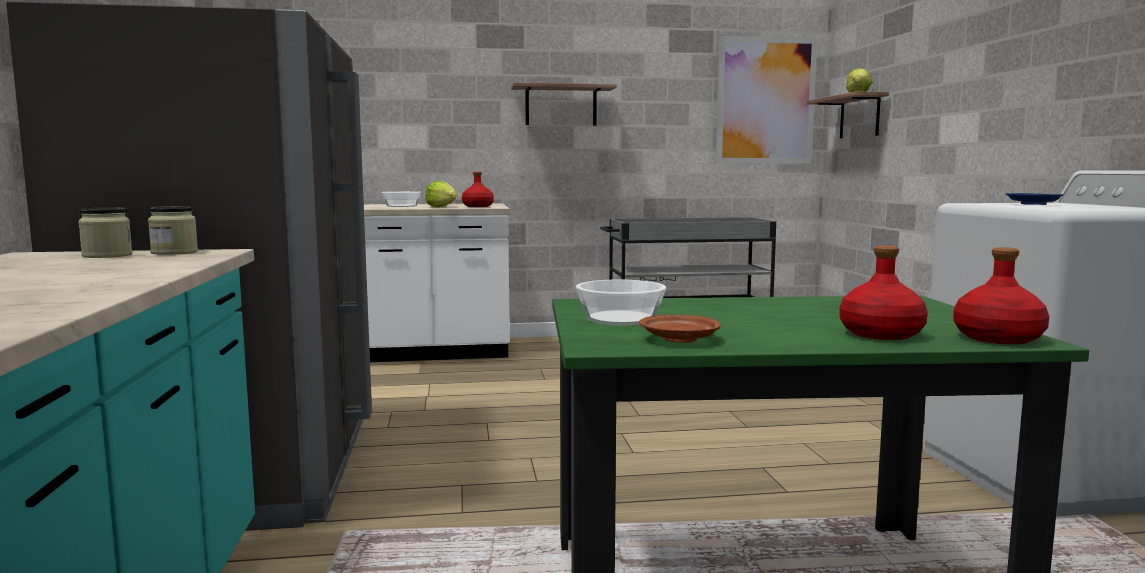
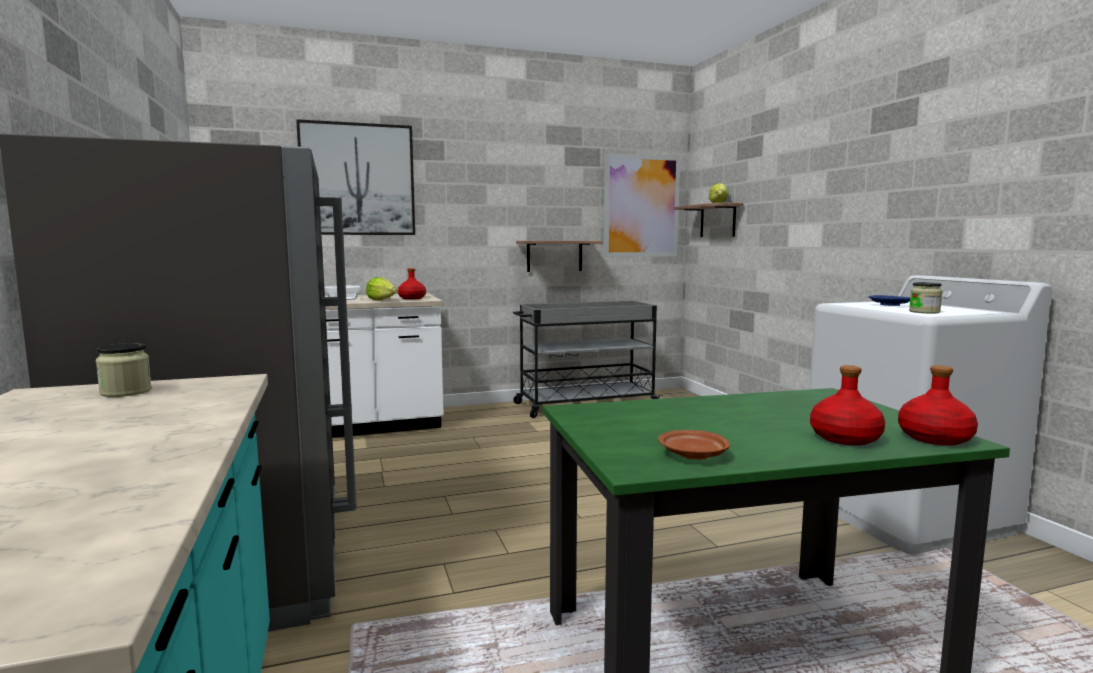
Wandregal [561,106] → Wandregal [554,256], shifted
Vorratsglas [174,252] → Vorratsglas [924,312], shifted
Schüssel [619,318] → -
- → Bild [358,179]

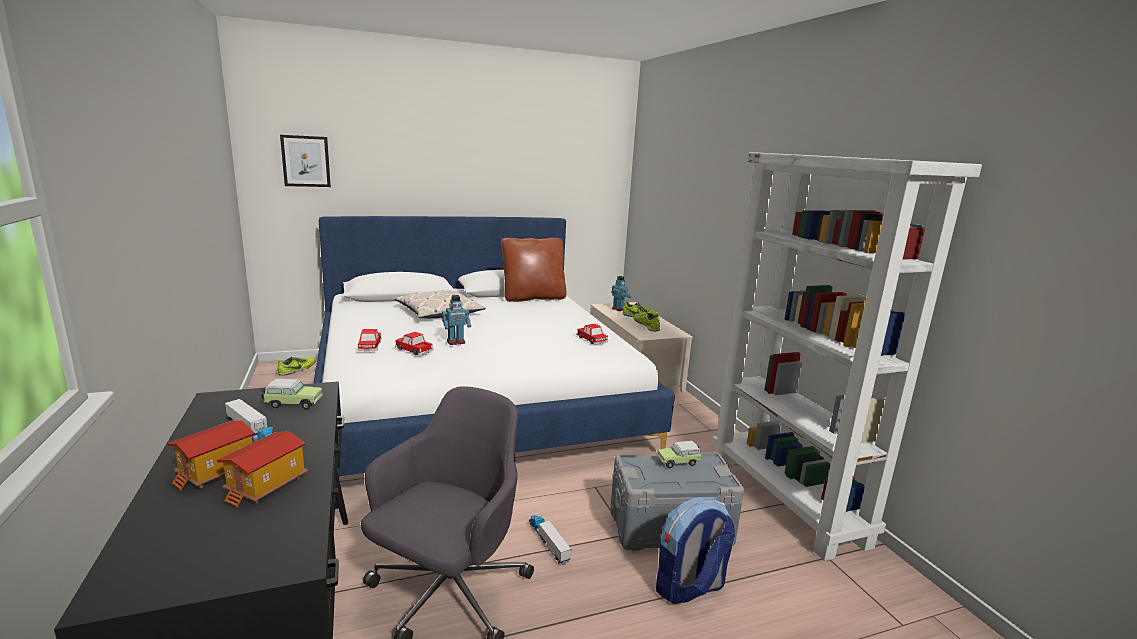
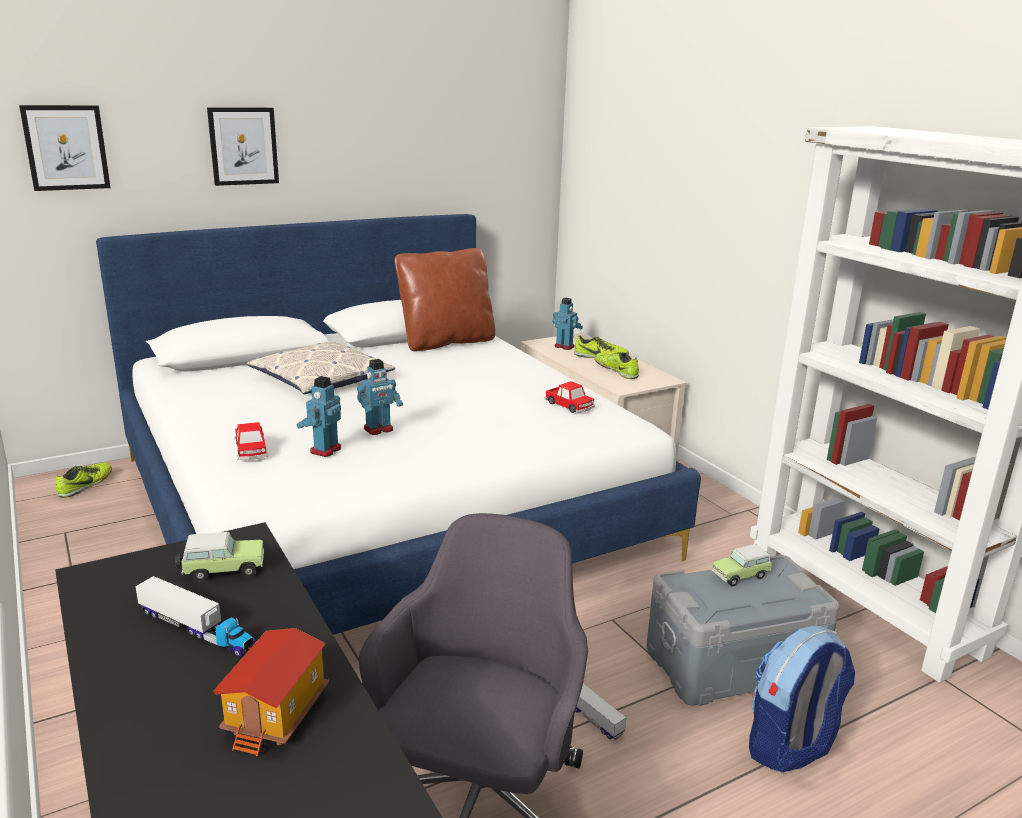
Spielzeugauto [413,350] → Spielzeugroboter [325,450]
Spielzeughaus [217,472] → -
- → Bild [243,146]

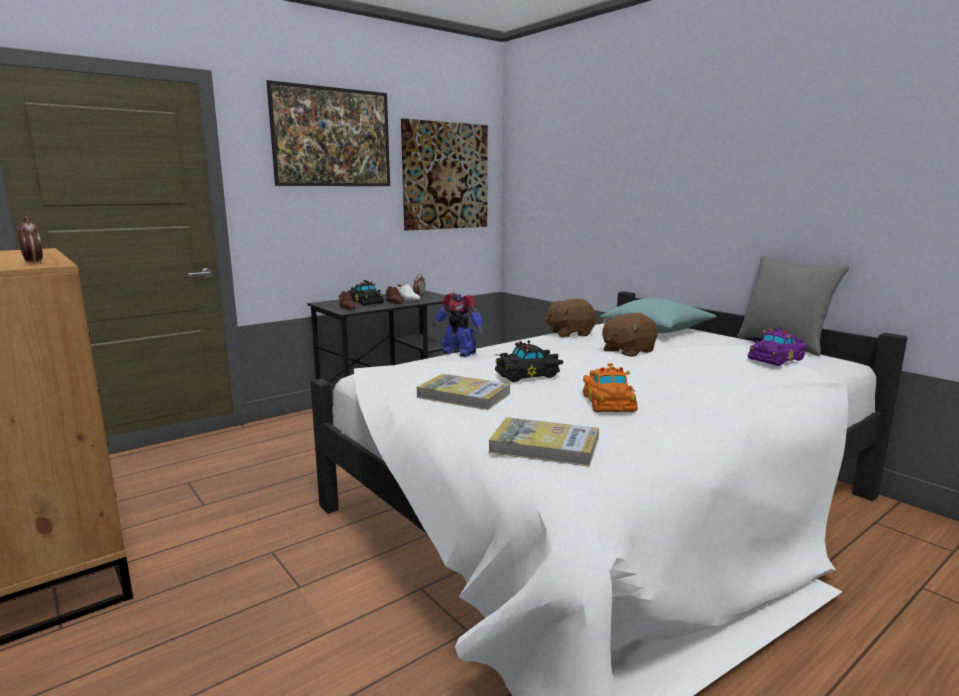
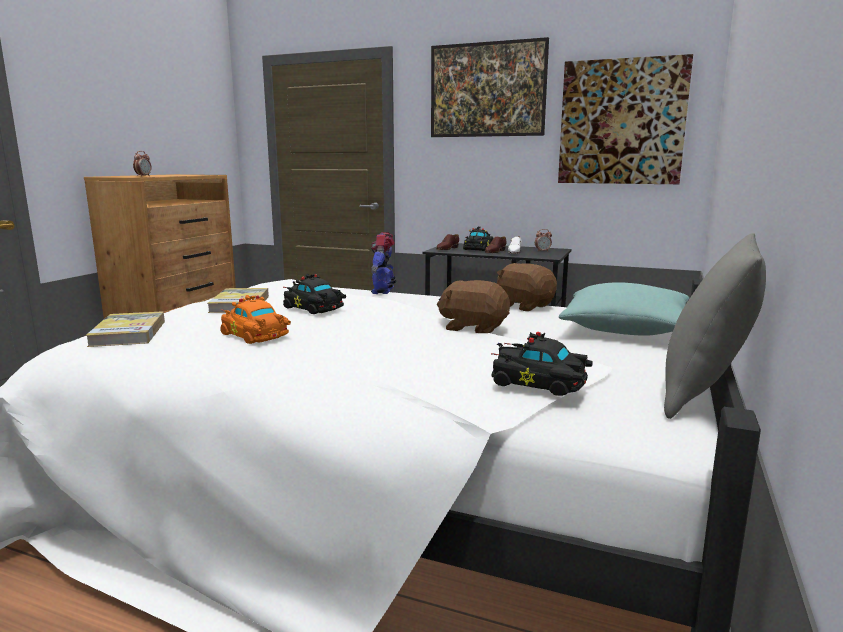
Spielzeugauto [lila] [777,359] → Spielzeugauto [schwarz] [541,384]
Spielzeugauto [orange] [608,402] → Spielzeugauto [orange] [255,336], 75 degrees clockwise

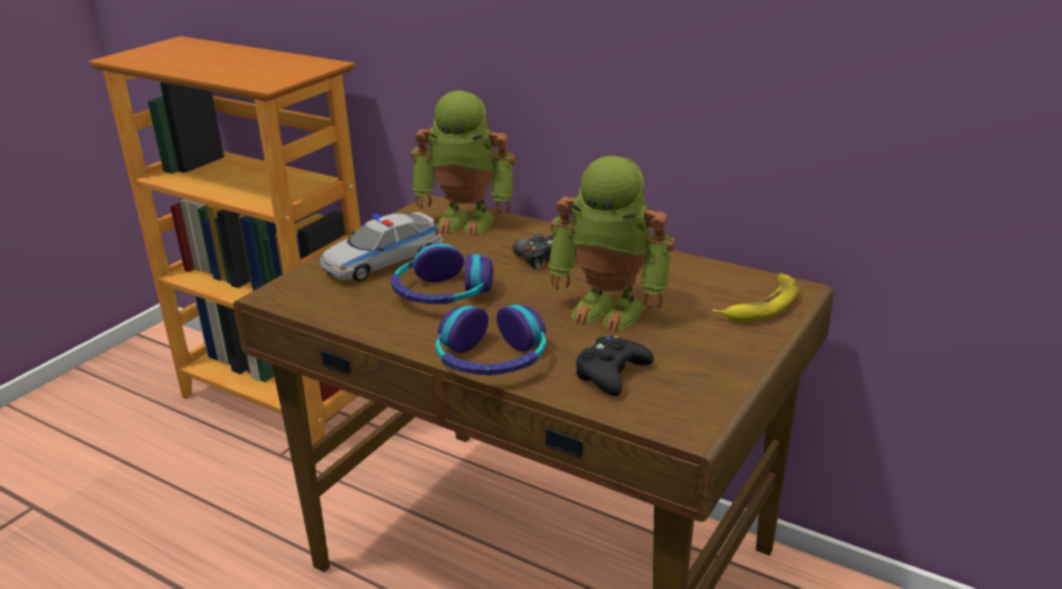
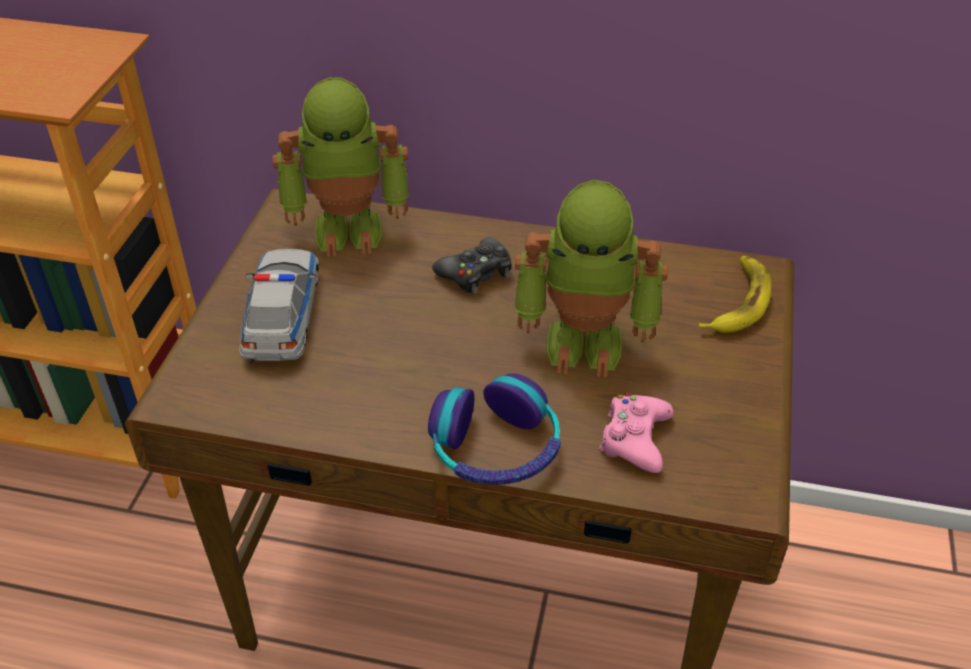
Spielzeugauto [383,261] → Spielzeugauto [282,315], 150 degrees clockwise
Kopfhörer [442,294] → -
Gamepad [schwarz] [611,374] → Gamepad [rosa] [635,439]

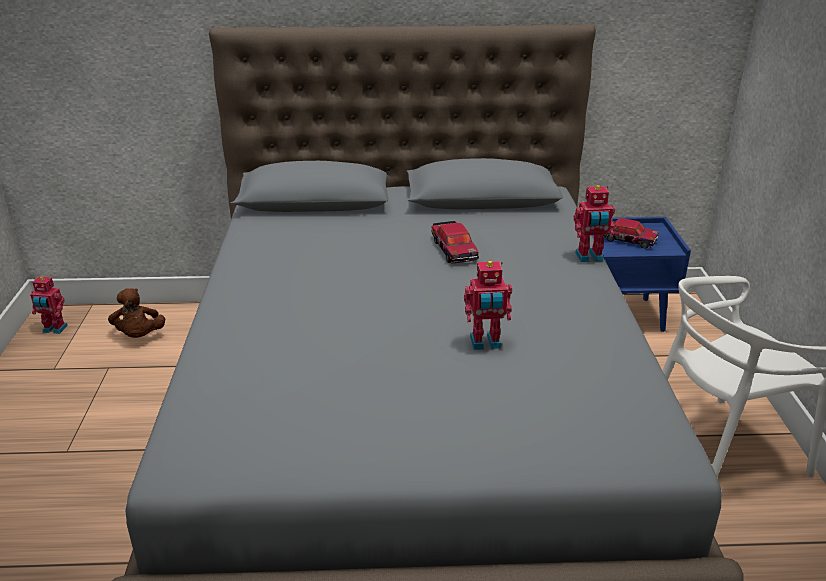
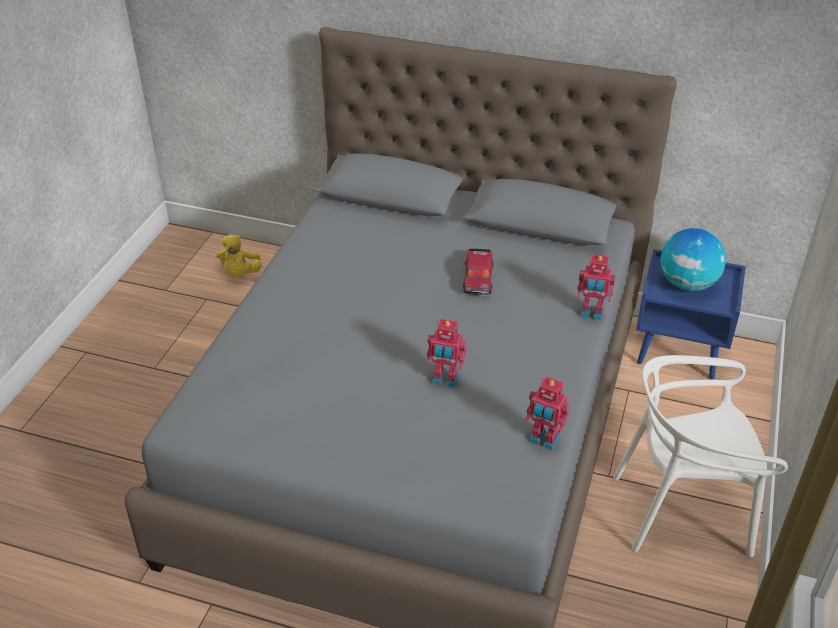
Spielzeugauto [626,239] → Globus [687,284]
Spielzeugroboter [54,329] → Spielzeugroboter [544,440], shifted
Plüschtier [braun] [139,336] → Plüschtier [gelb] [240,273]

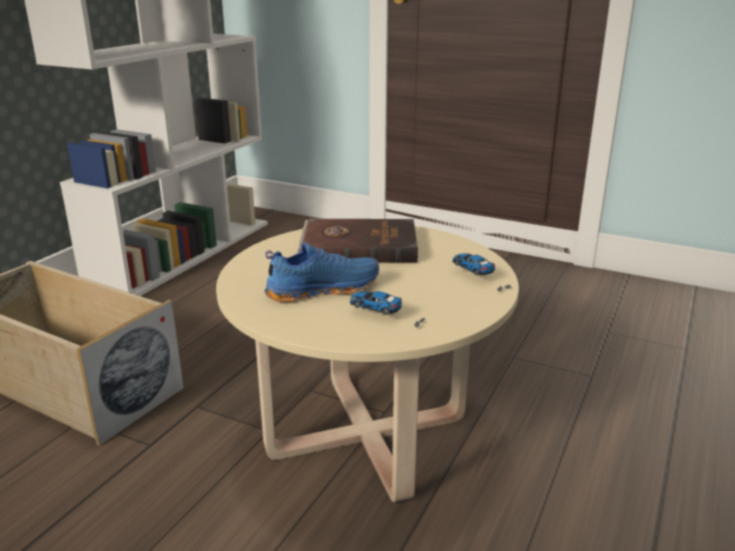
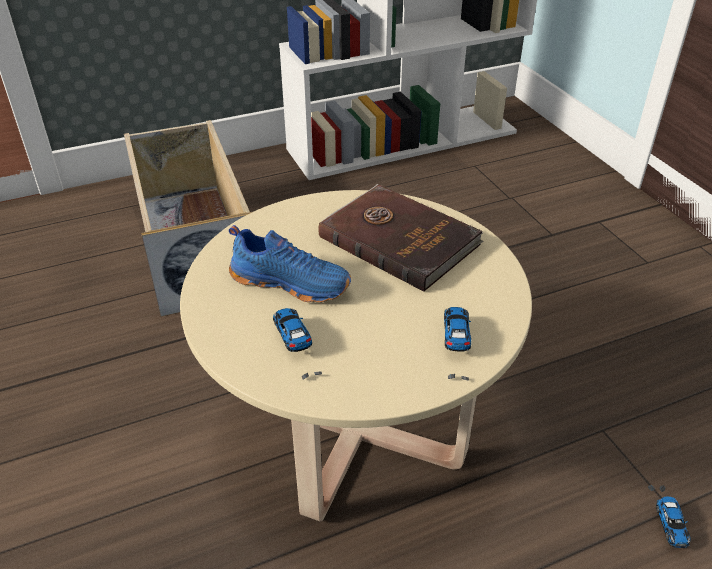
- → Spielzeugauto [665,519]

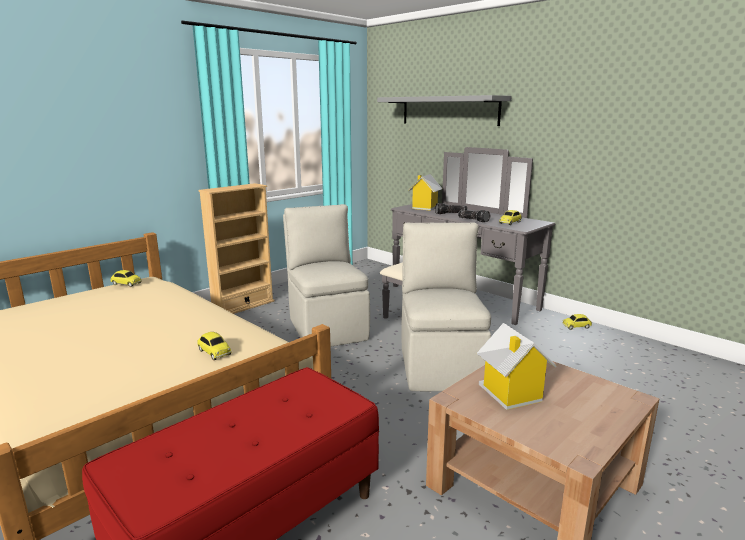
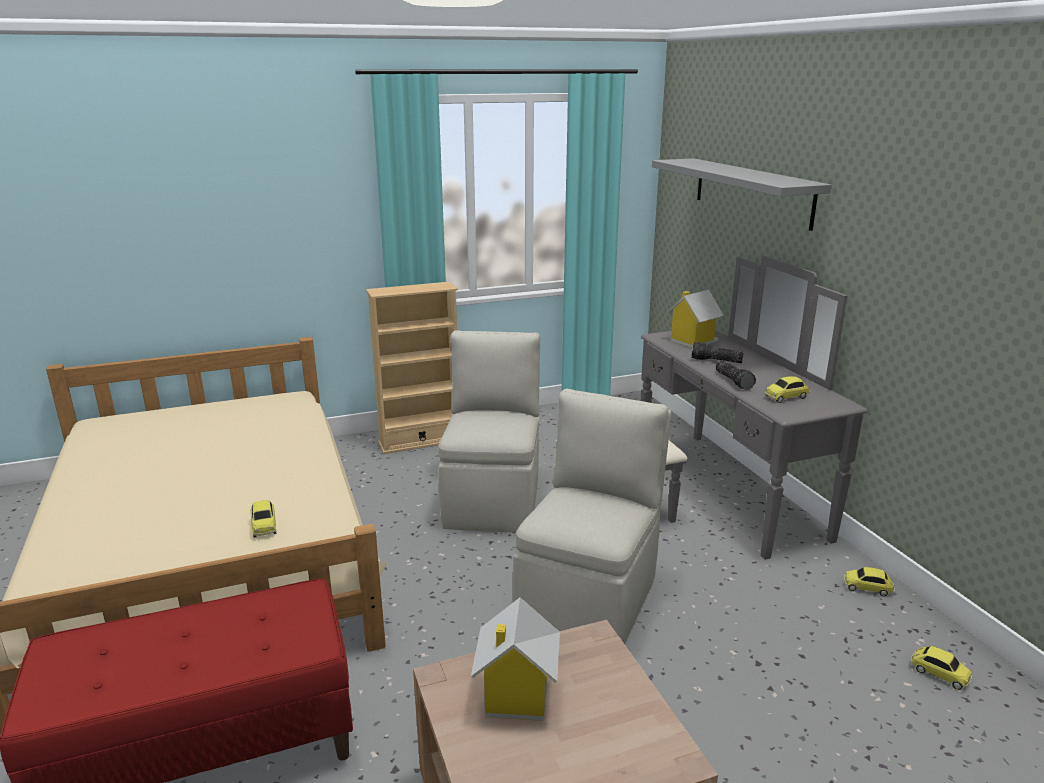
Spielzeugauto [126,284] → Spielzeugauto [939,673], shifted

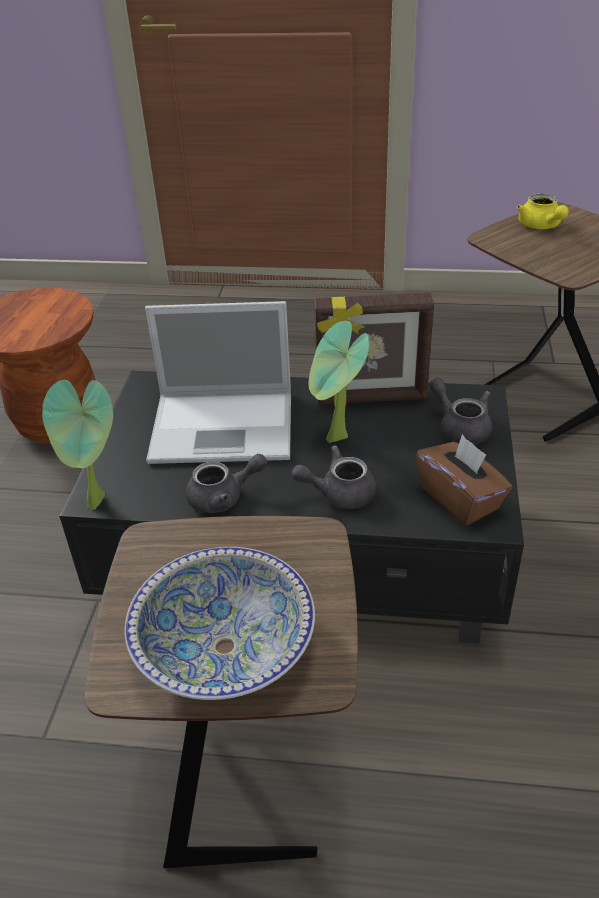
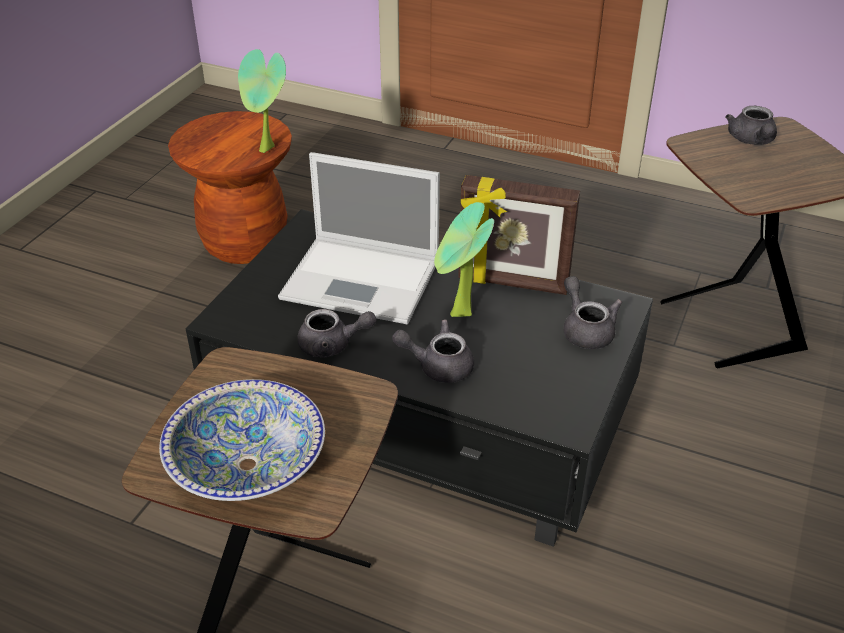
Teekanne [gelb] [541,226] → Teekanne [grau] [751,141]
Topfpflanze [98,503] → Topfpflanze [268,150], shifted
Taschentuchbox [braun] [460,498] → -

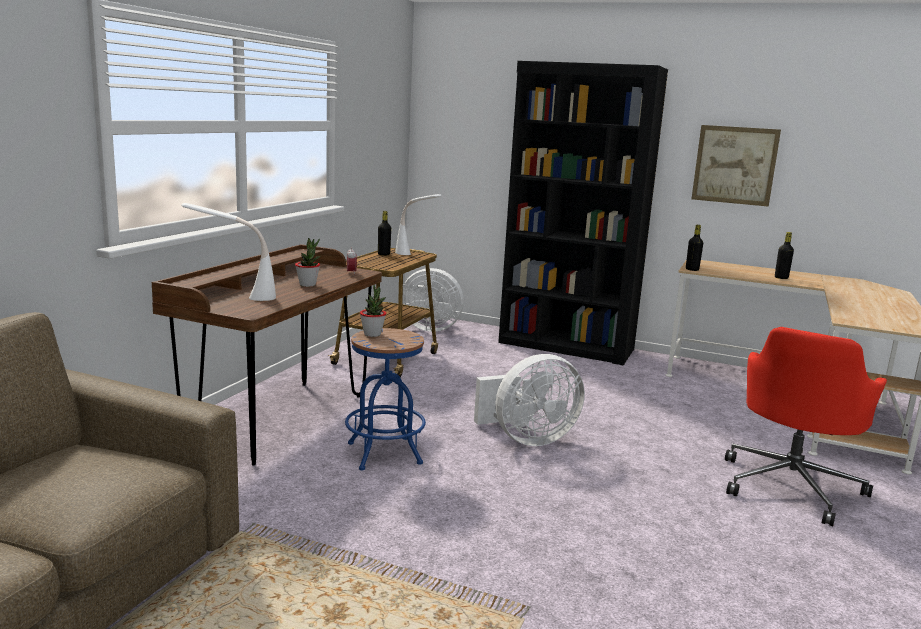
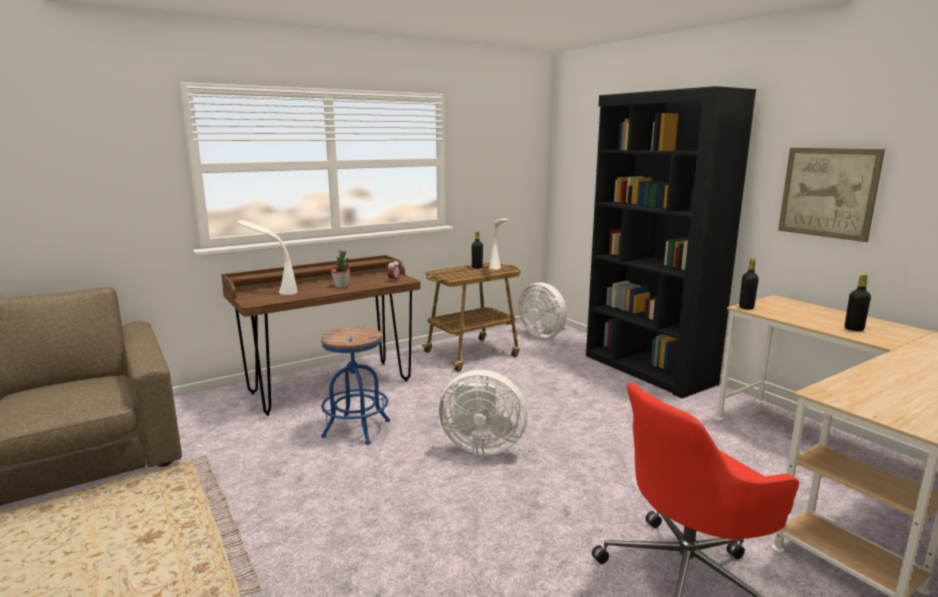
Topfpflanze [372,334] → -

